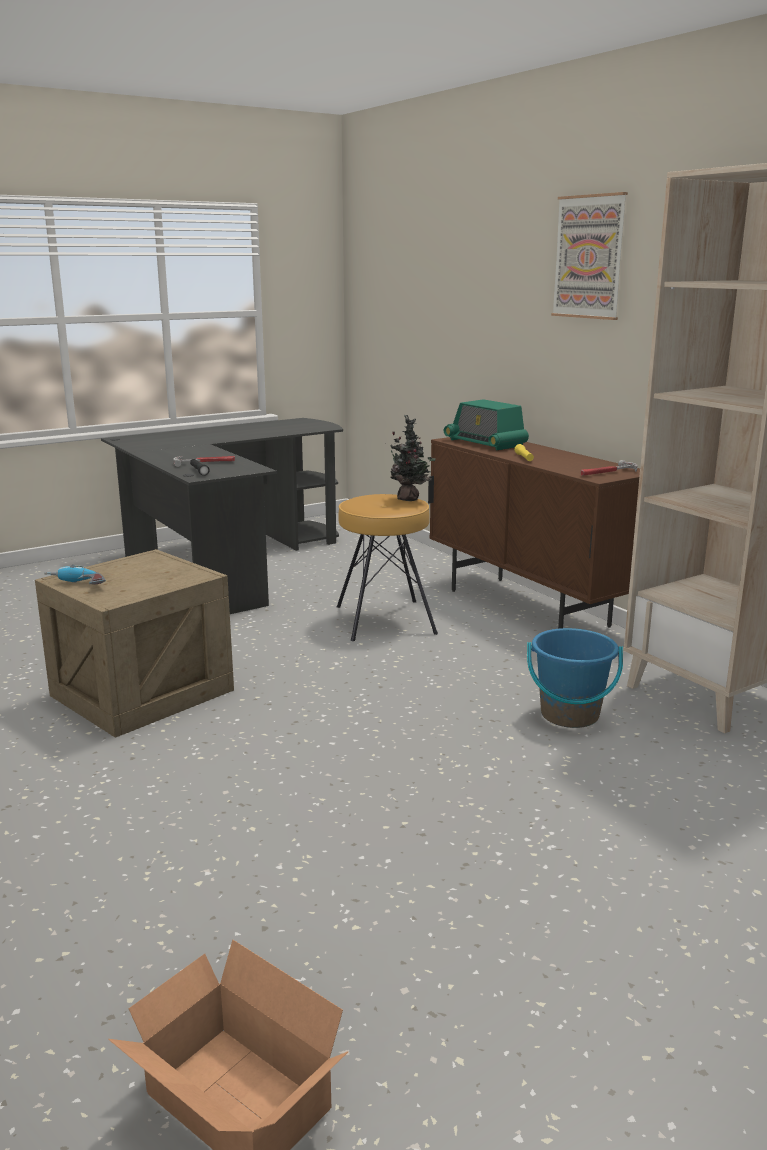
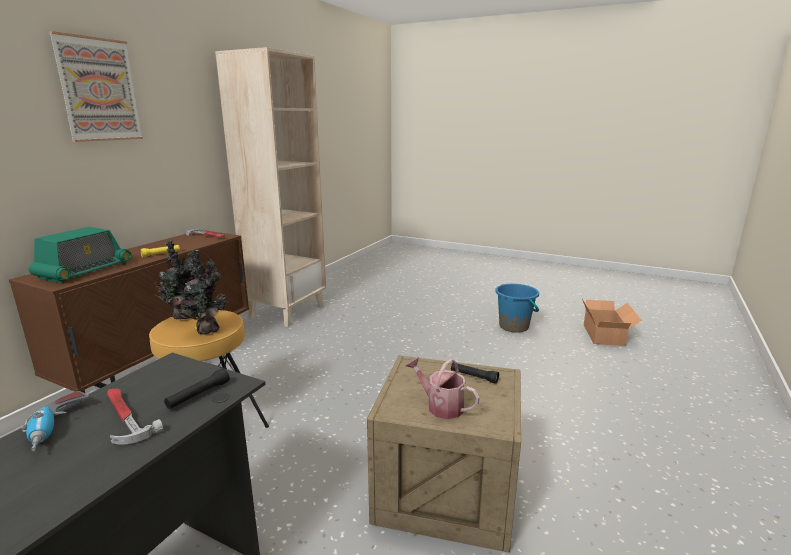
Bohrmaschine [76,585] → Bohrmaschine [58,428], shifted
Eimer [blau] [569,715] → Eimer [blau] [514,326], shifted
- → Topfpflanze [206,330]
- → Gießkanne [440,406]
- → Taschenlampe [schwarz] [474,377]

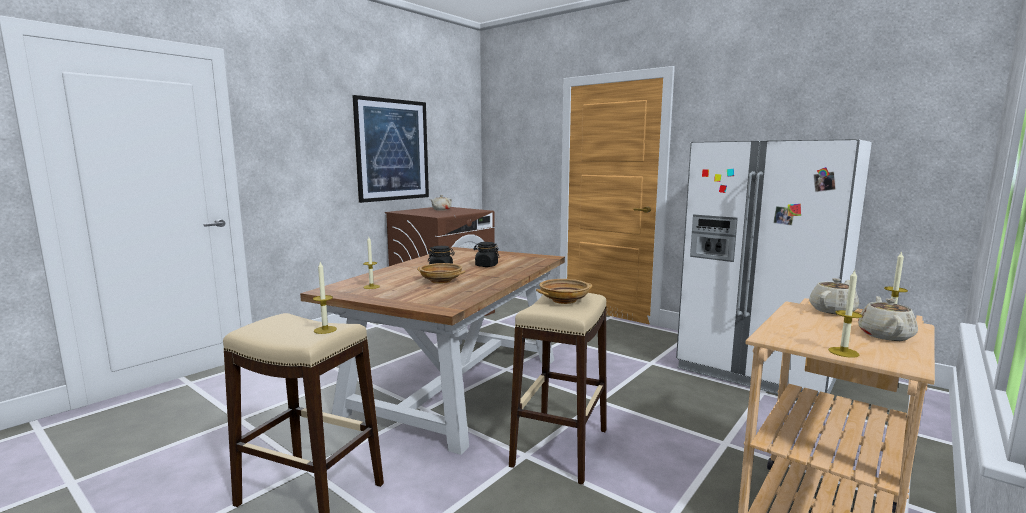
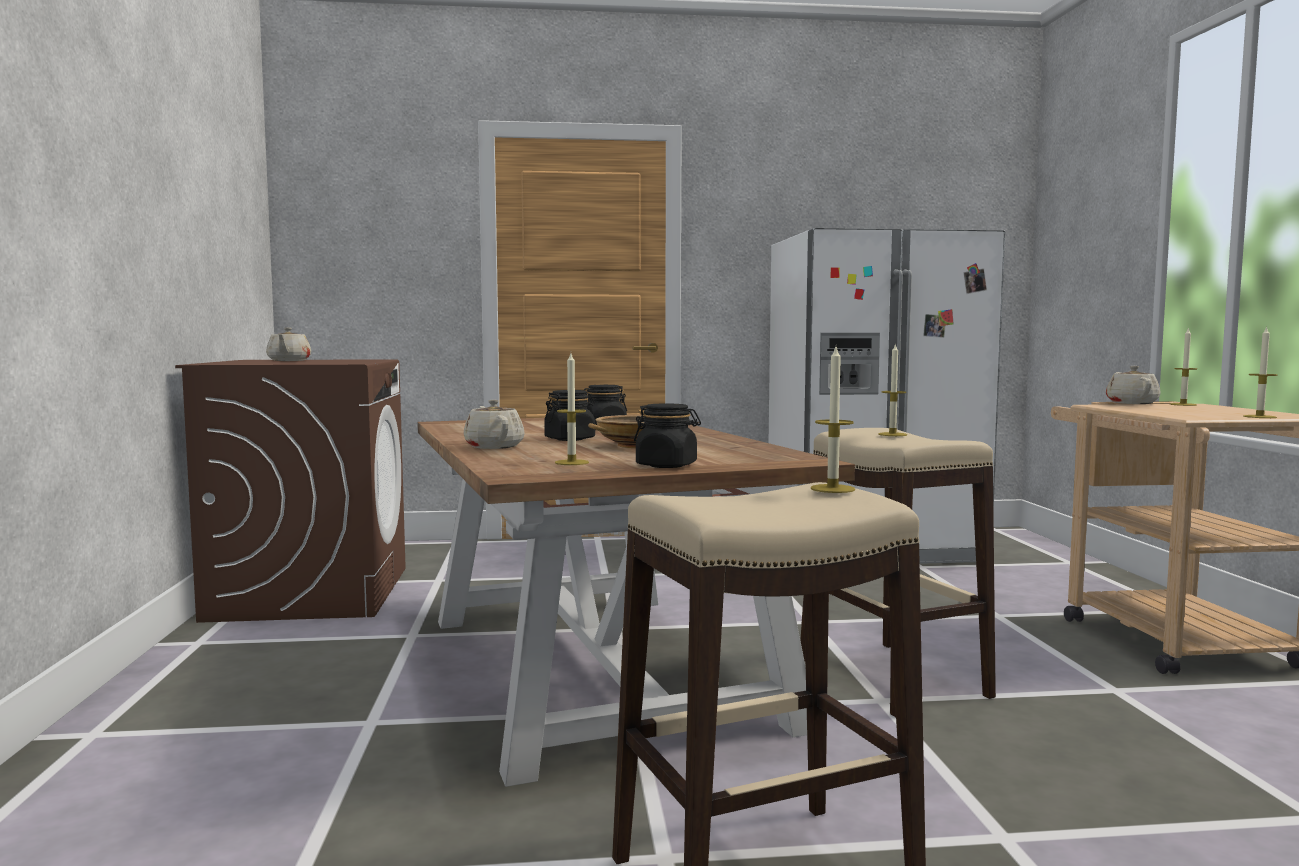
Bild [392,150] → -
Schüssel [beige] [564,300] → Kerze [892,434]
Teekanne [beige] [885,335] → Teekanne [beige] [494,446], shifted
- → Vorratsglas [schwarz] [667,465]

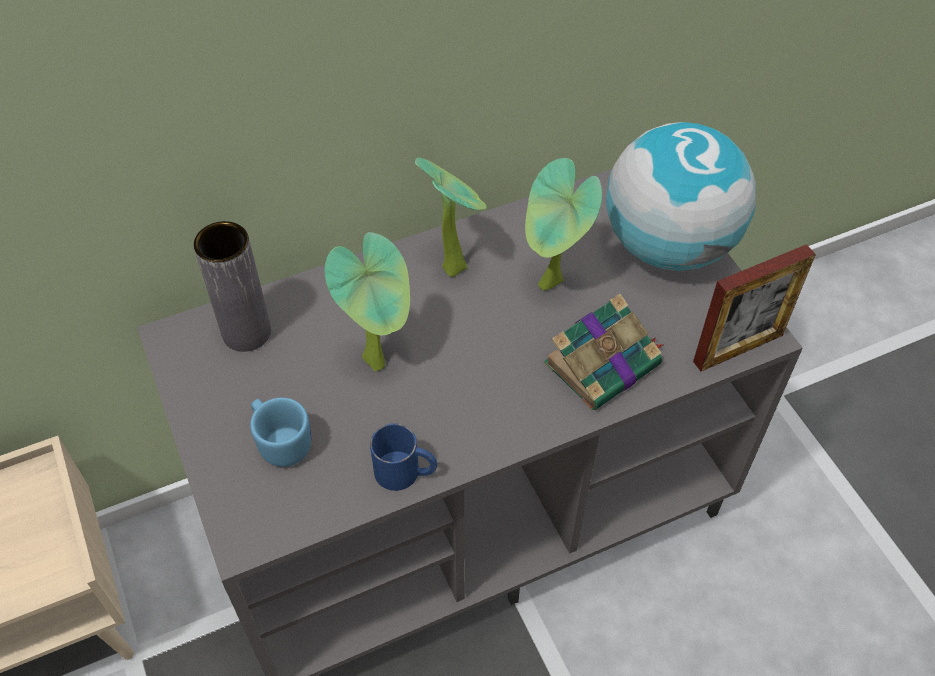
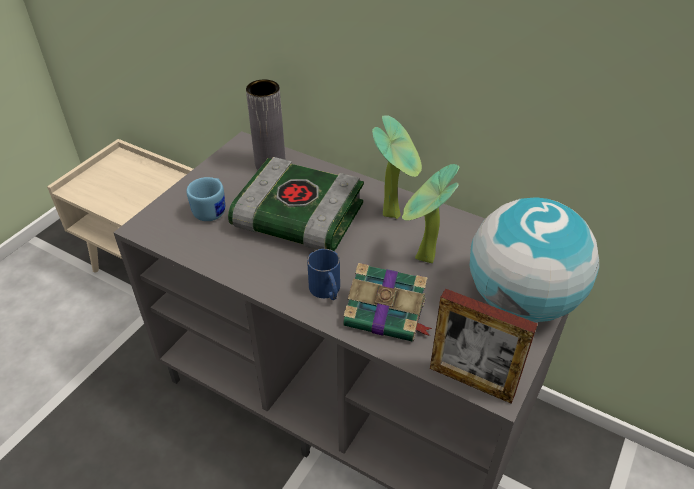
Topfpflanze [380,361] → Buch [296,218]
Henkelbecher [blau] [406,472] → Henkelbecher [blau] [327,291], shifted

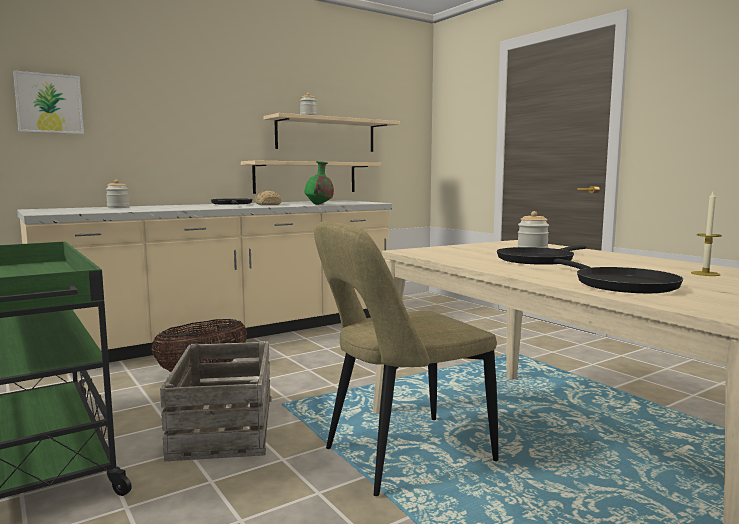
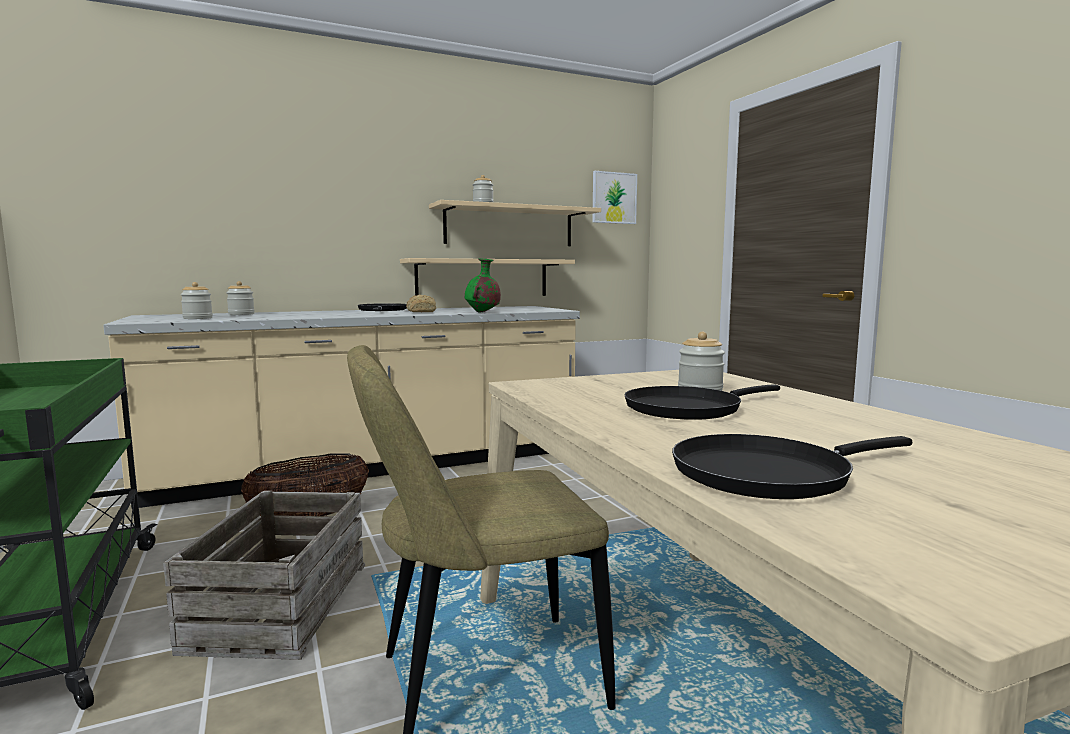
Bild [49,103] → Bild [614,198], shifted
Kerze [705,273] → -
Pfanne [schwarz] [620,284] → Pfanne [schwarz] [769,474], 75 degrees clockwise
- → Vorratsglas [197,318]

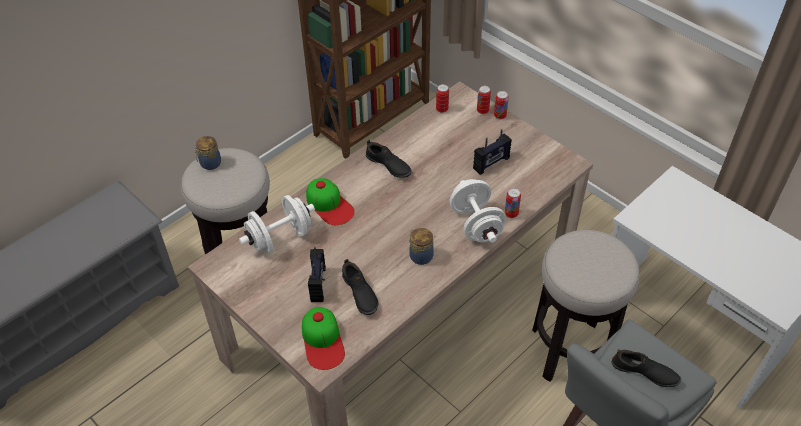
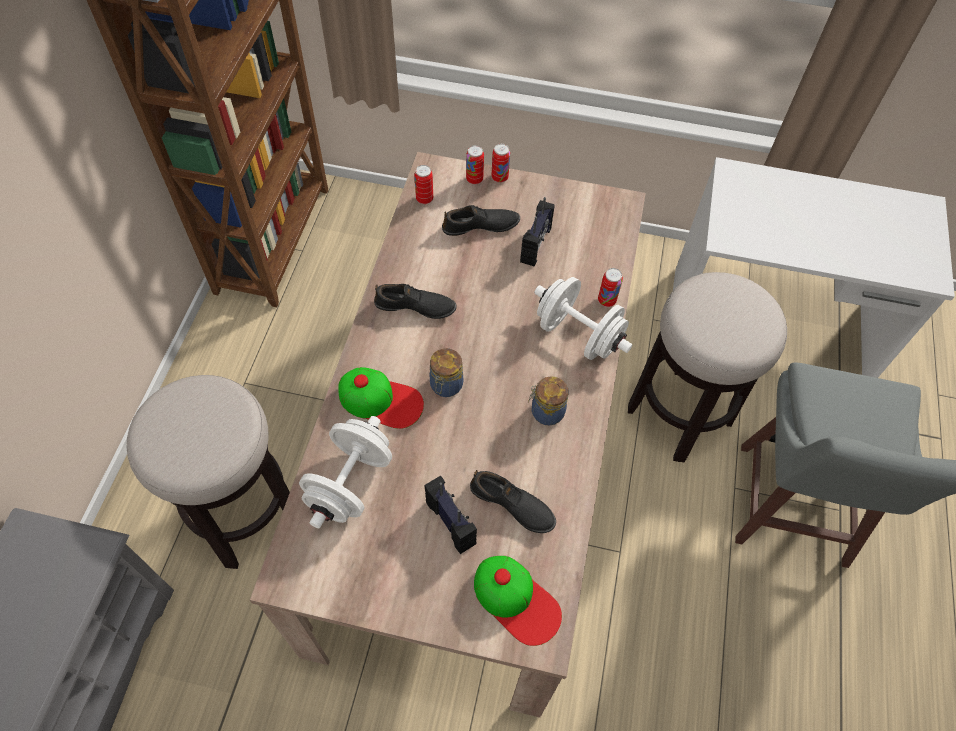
Vorratsglas [210,164] → Vorratsglas [445,386], shifted
Schuh [schwarz] [644,372] → Schuh [schwarz] [480,226], shifted

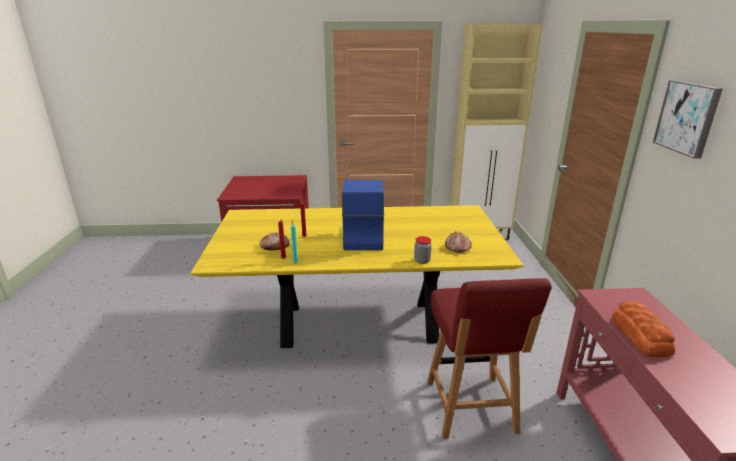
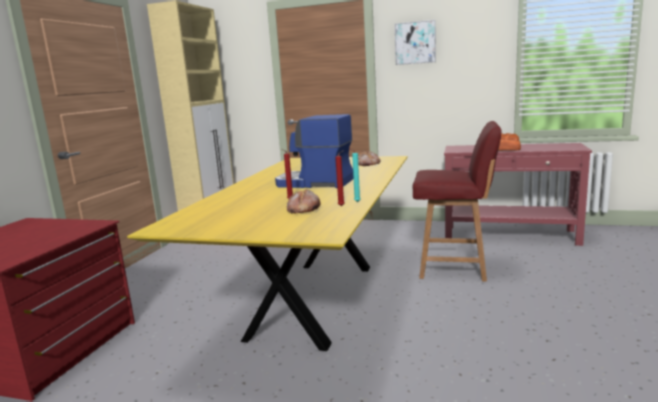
Vorratsglas [422,260] → -

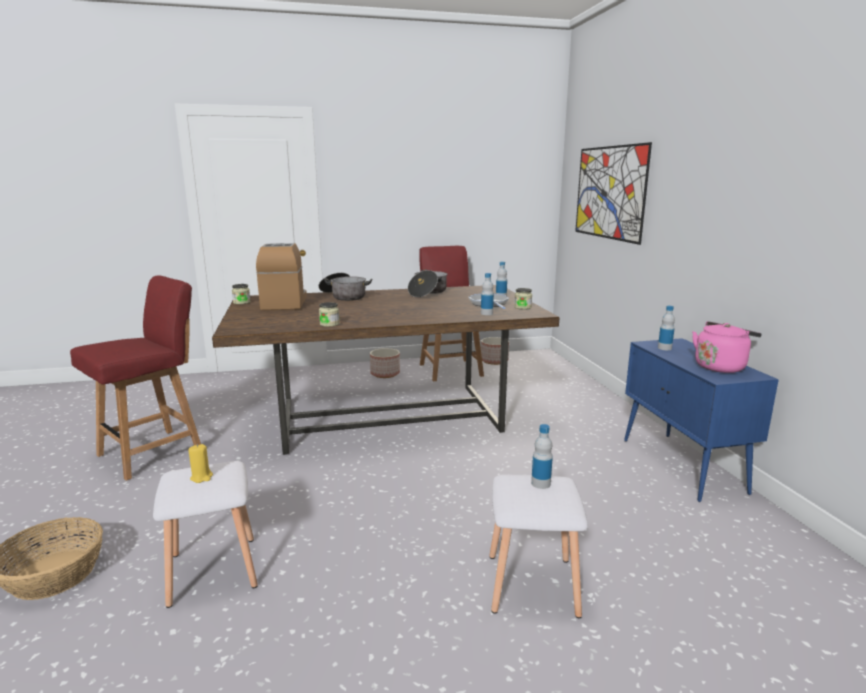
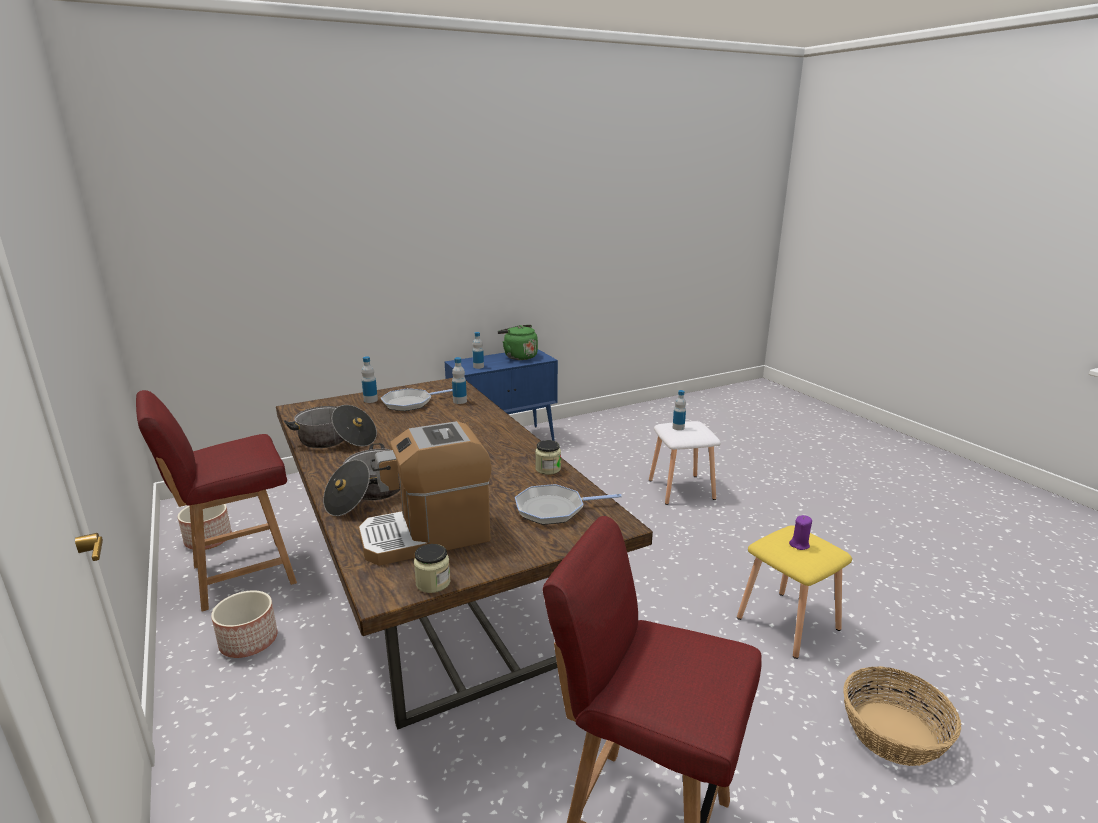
Bild [609,192] → -
Vorratsglas [522,307] → -
Wasserkessel [rosa] [721,367] → Wasserkessel [grün] [518,356]
Kerze [gelb] [201,477] → Kerze [lila] [799,544]
Hocker [weiß] [212,569] → Hocker [gelb] [787,624]
- → Pfanne [554,509]

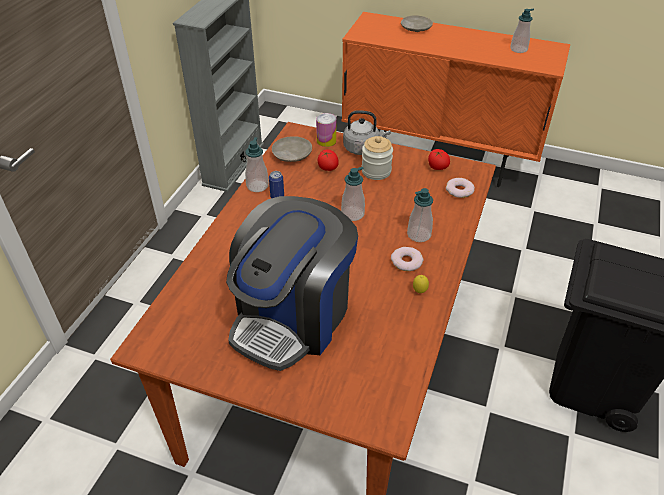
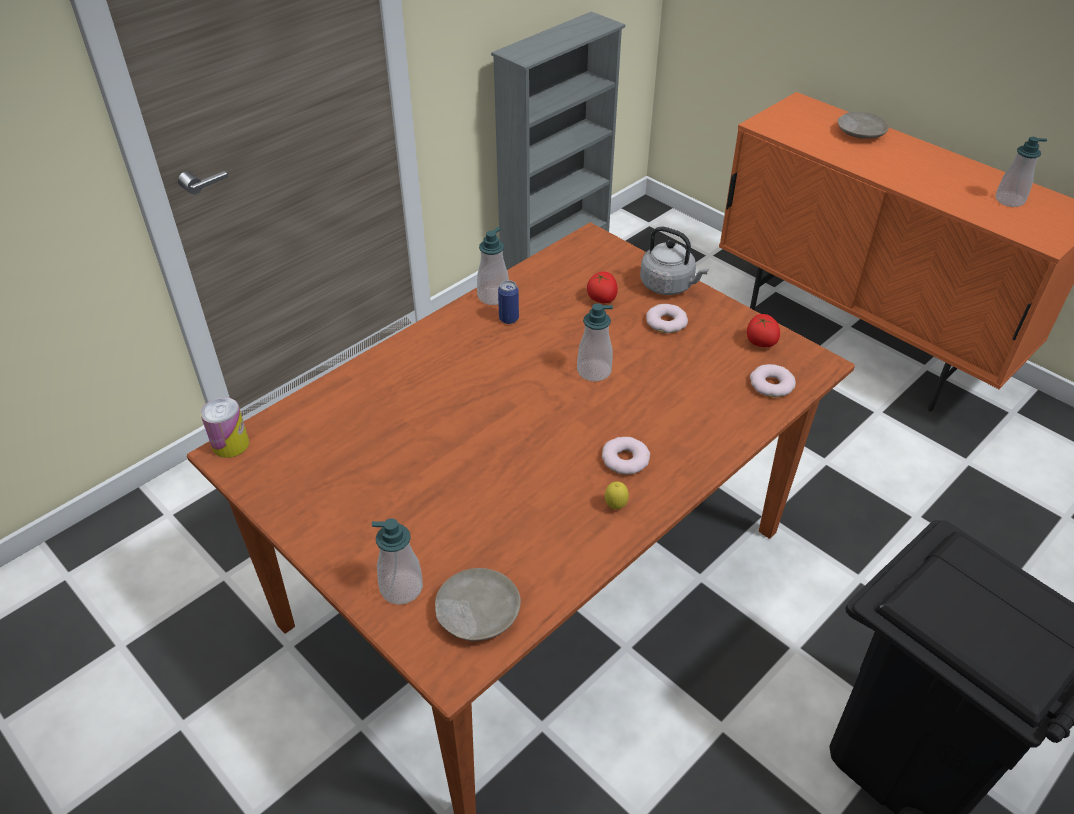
Dose [326,141] → Dose [230,444], shifted
Teller [beige] [291,155] → Teller [beige] [477,612], shifted
Vorratsglas [376,171] → Donut [666,322]
Seifenspender [419,235] → Seifenspender [401,588], shifted
Kaffeemaschine [293,316] → -

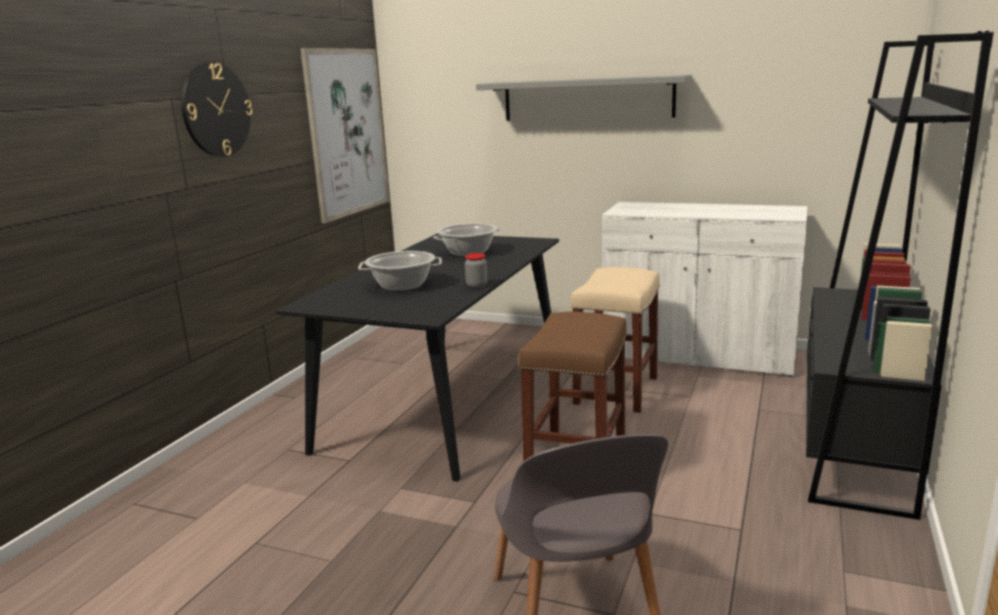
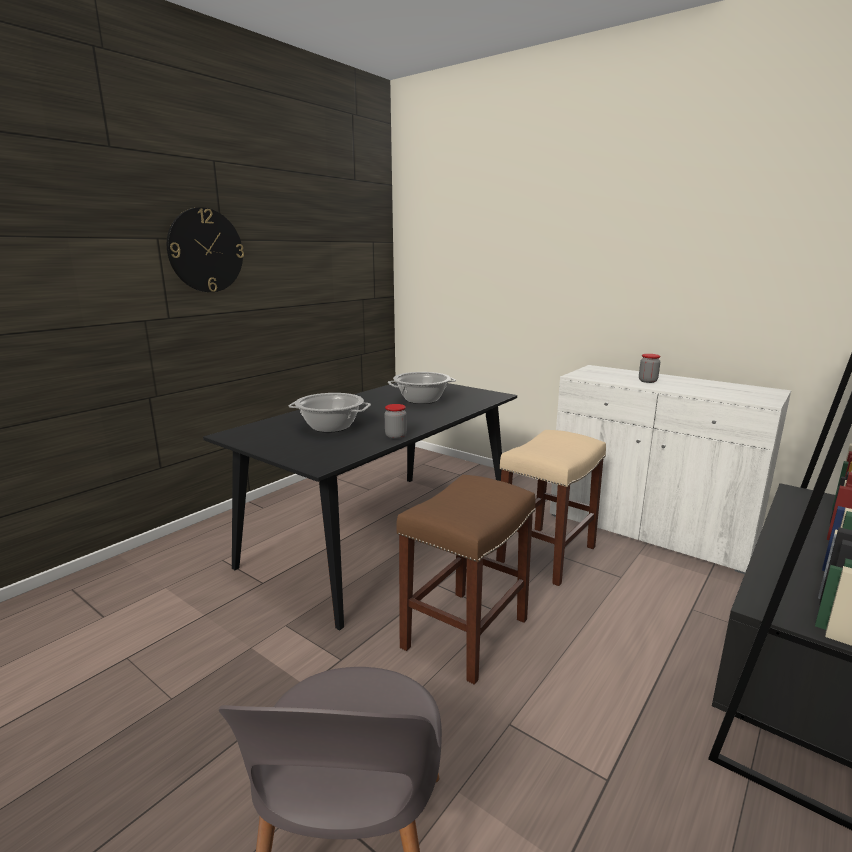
Bild [347,132] → -
Wandregal [grau] [587,99] → -
- → Vorratsglas [647,381]

